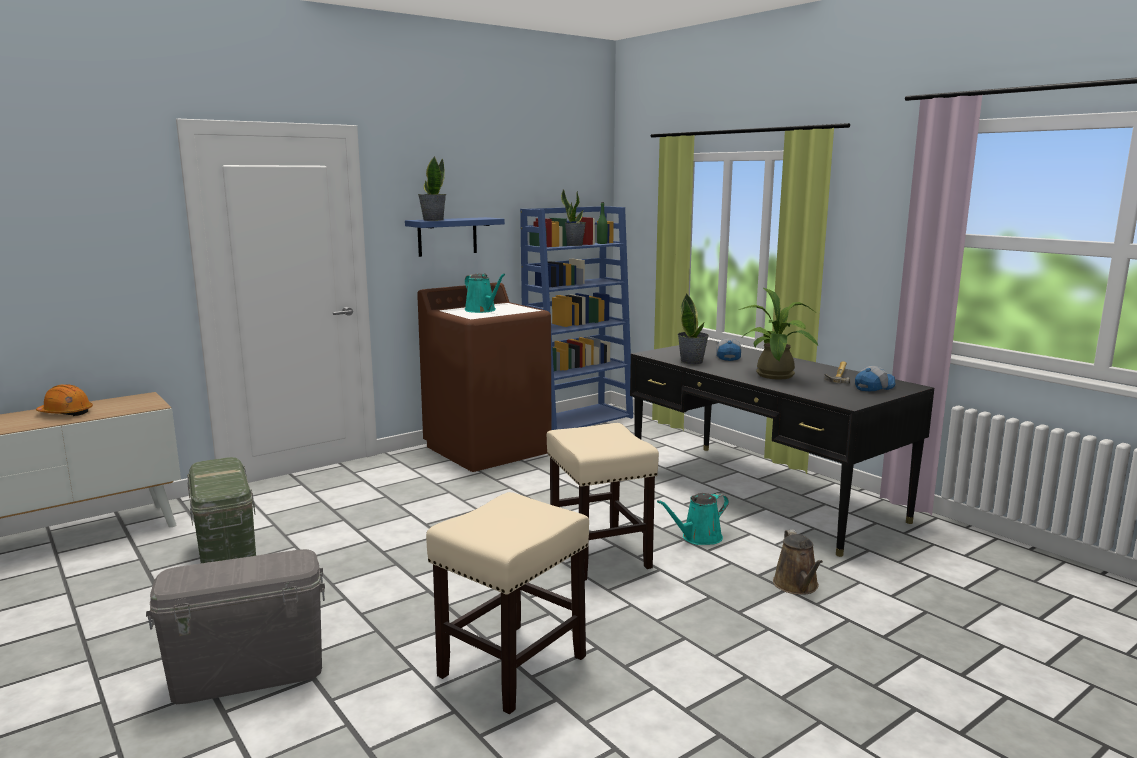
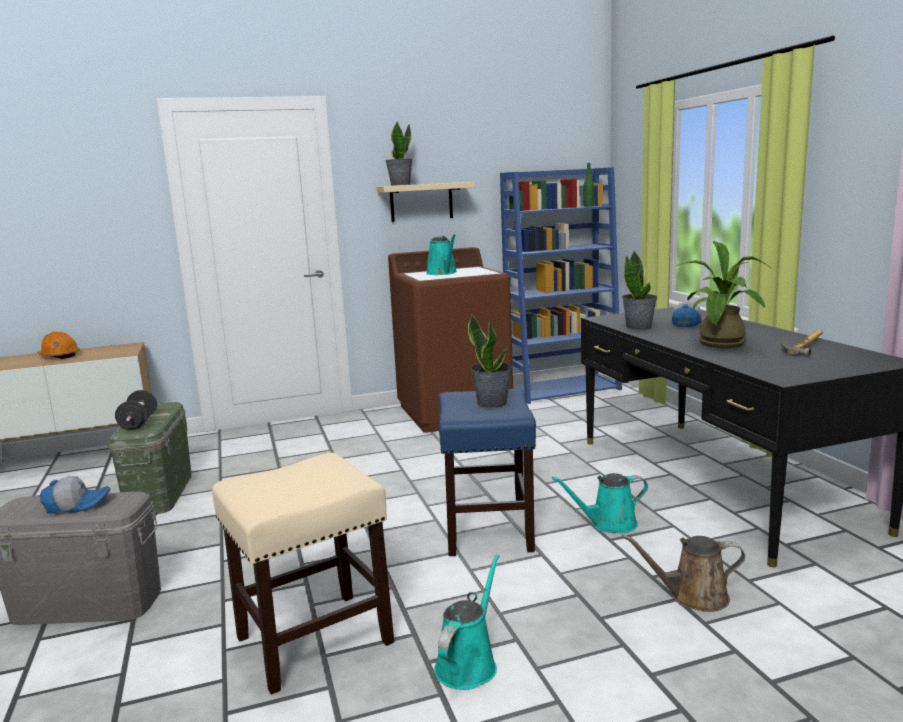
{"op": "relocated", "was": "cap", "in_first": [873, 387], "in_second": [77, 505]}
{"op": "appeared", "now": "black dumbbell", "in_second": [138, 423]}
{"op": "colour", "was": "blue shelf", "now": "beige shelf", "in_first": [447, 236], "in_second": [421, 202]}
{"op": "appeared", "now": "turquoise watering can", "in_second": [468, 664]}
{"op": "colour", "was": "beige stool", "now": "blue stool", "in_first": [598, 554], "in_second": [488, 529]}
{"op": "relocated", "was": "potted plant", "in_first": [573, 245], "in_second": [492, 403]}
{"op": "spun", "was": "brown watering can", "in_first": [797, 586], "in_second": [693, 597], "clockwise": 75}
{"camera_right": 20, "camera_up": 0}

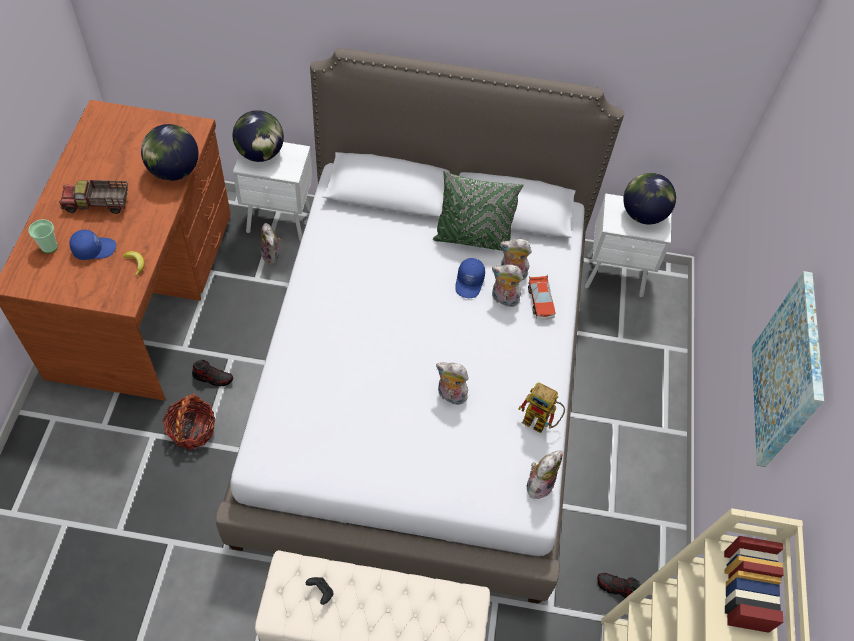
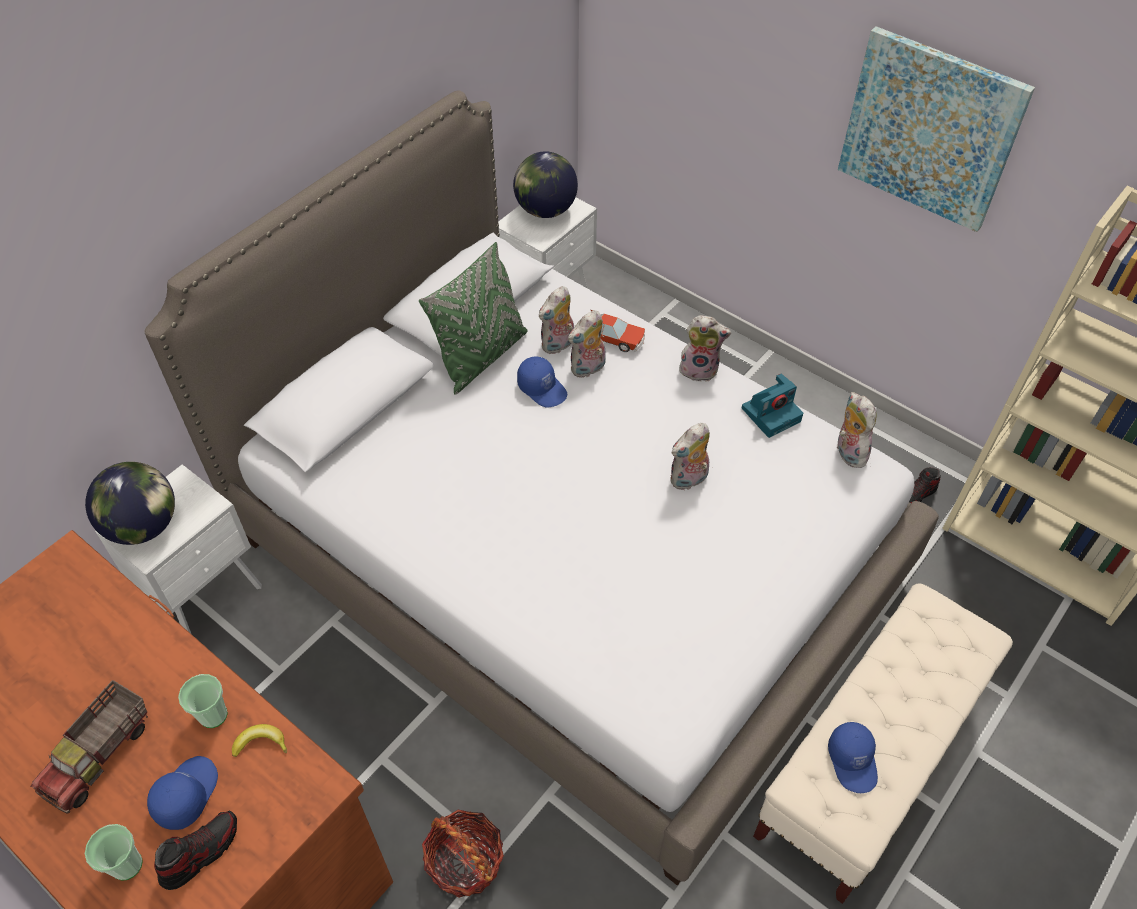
{"op": "relocated", "was": "shoe", "in_first": [213, 377], "in_second": [200, 852]}
{"op": "appeared", "now": "cup", "in_second": [213, 715]}
{"op": "relocated", "was": "plush toy", "in_first": [272, 256], "in_second": [700, 369]}
{"op": "exchanged", "was": "toy robot", "now": "photo camera", "in_first": [540, 422], "in_second": [771, 413]}
{"op": "exchanged", "was": "black game controller", "now": "blue cap", "in_first": [321, 592], "in_second": [853, 761]}
{"op": "missing", "was": "globe", "in_first": [174, 171]}
{"camera_right": -55, "camera_up": -5}

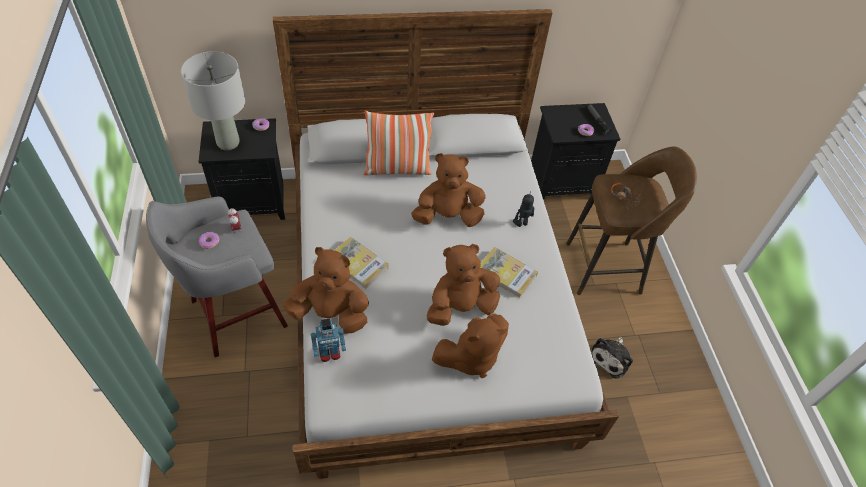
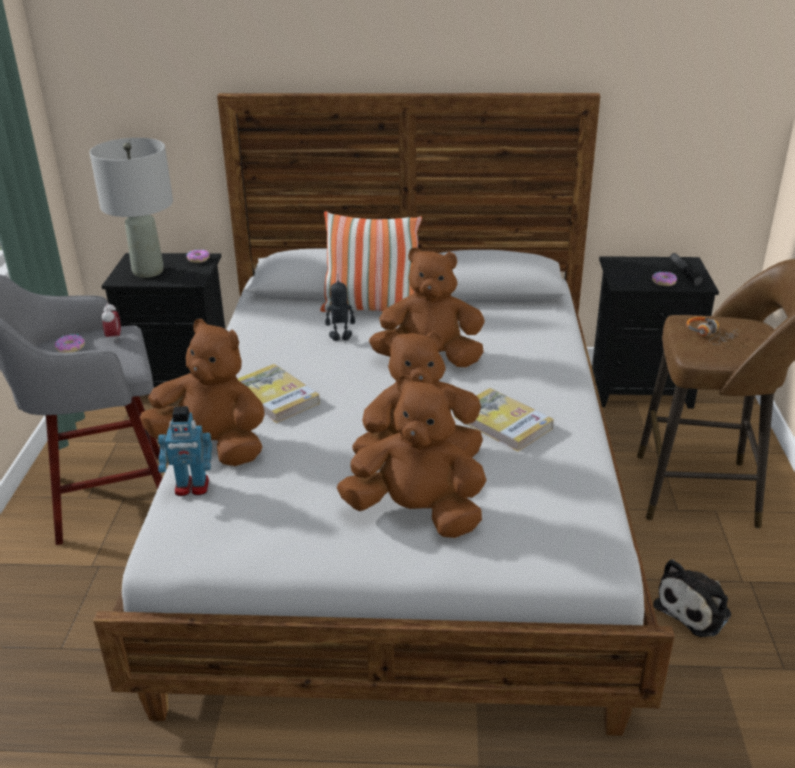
{"op": "relocated", "was": "toy robot", "in_first": [521, 224], "in_second": [341, 338]}
{"op": "spun", "was": "brown plush toy", "in_first": [471, 357], "in_second": [416, 513], "clockwise": -150}
{"camera_right": 15, "camera_up": -20}

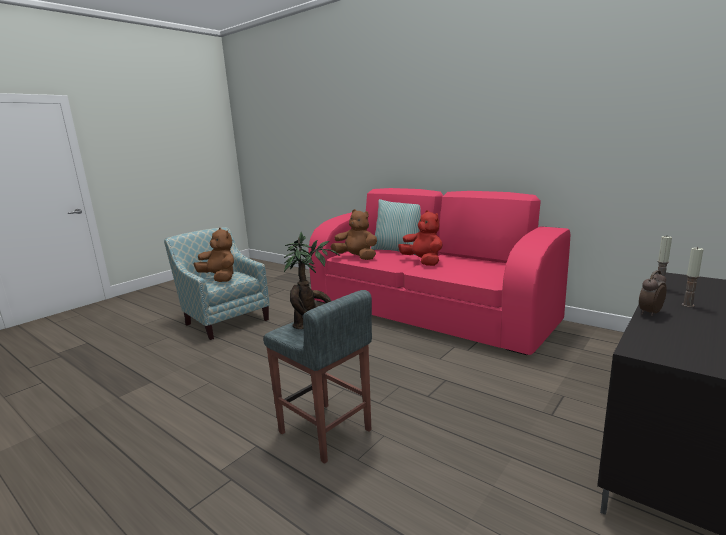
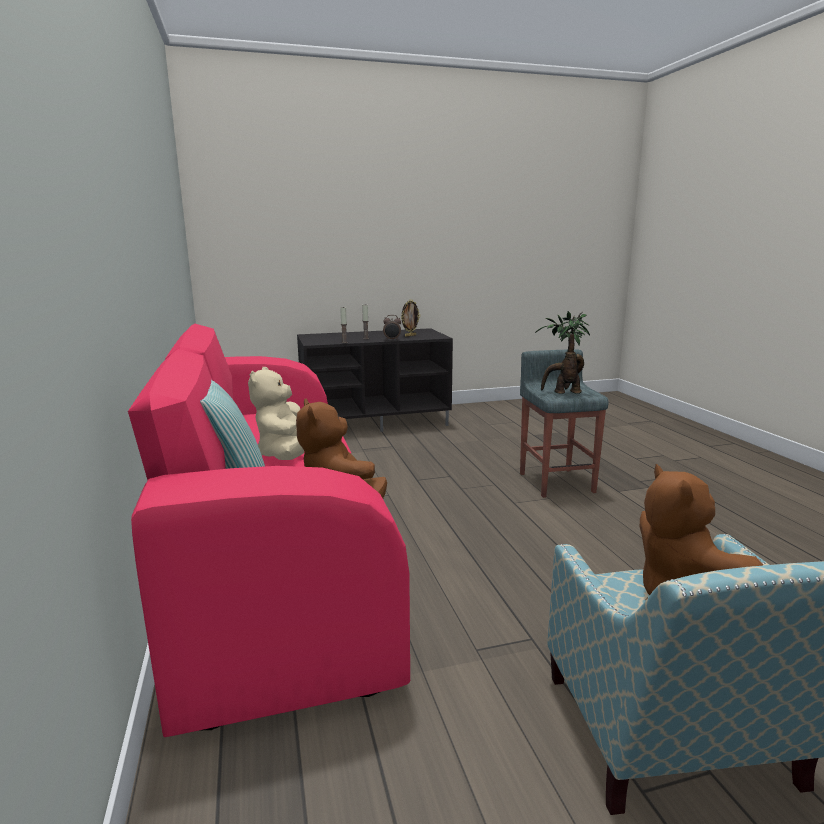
{"op": "colour", "was": "red plush toy", "now": "beige plush toy", "in_first": [423, 262], "in_second": [286, 455]}
{"op": "appeared", "now": "picture frame", "in_second": [410, 335]}
{"camera_right": -145, "camera_up": 0}

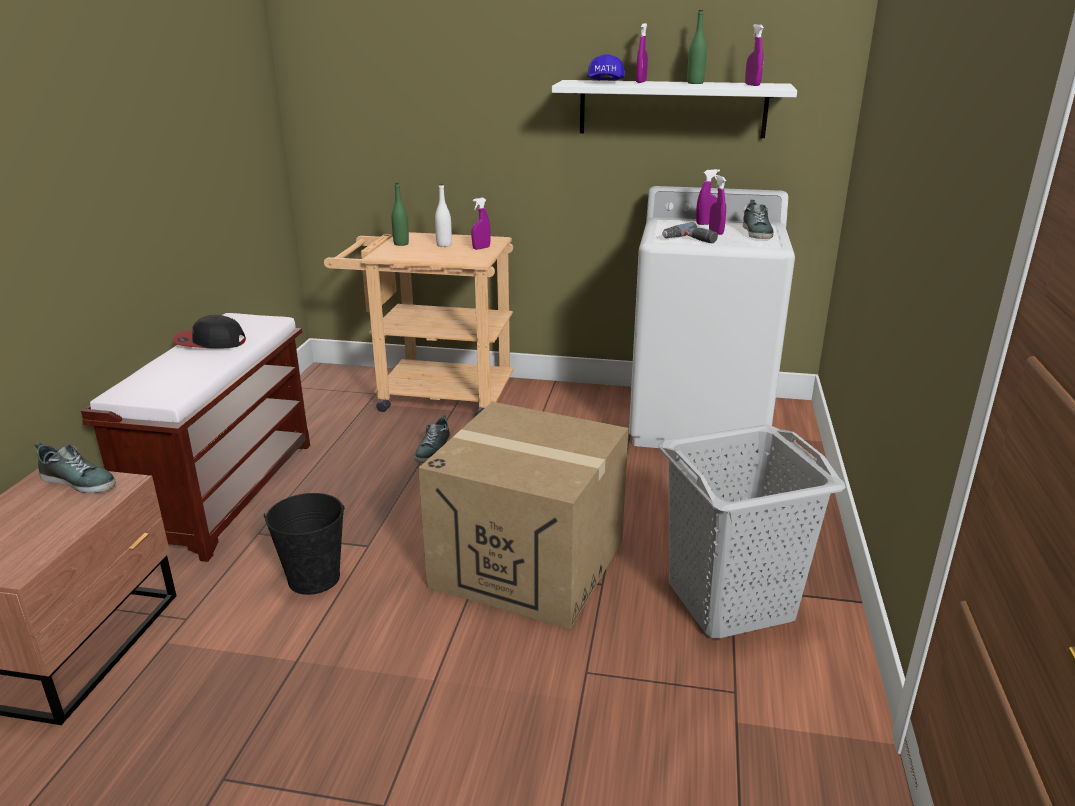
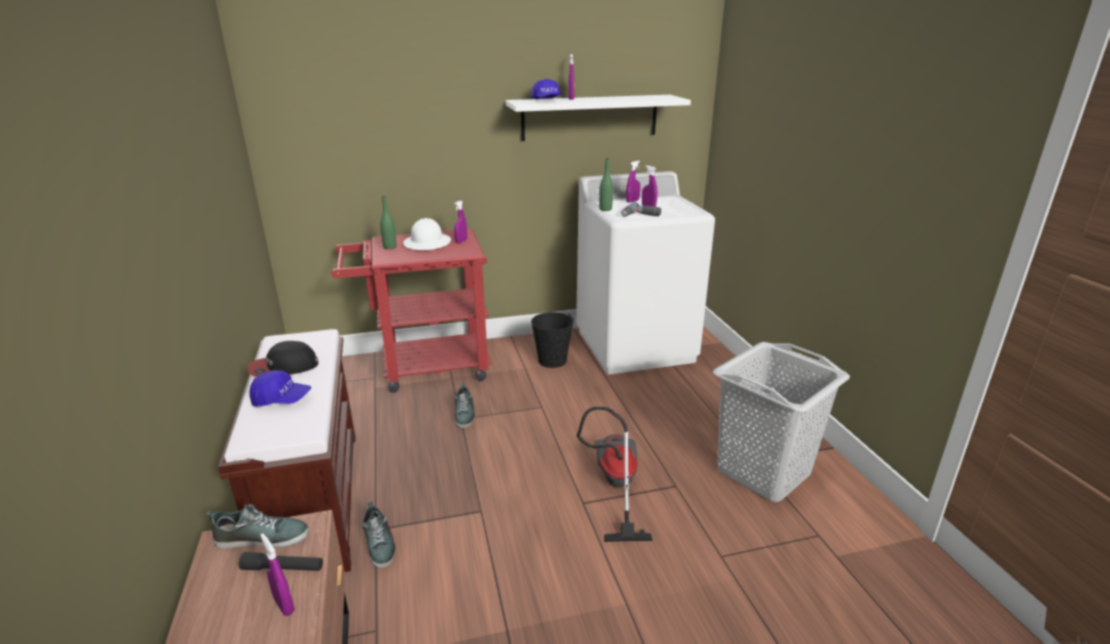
{"op": "appeared", "now": "black flashlight", "in_second": [283, 568]}
{"op": "appeared", "now": "blue cap", "in_second": [282, 399]}
{"op": "relocated", "was": "purple spray bottle", "in_first": [752, 85], "in_second": [284, 605]}
{"op": "colour", "was": "beige cart", "now": "red cart", "in_first": [432, 394], "in_second": [424, 368]}
{"op": "relocated", "was": "shoe", "in_first": [757, 232], "in_second": [380, 544]}
{"op": "exchanged", "was": "white bottle", "now": "white hard hat", "in_first": [444, 245], "in_second": [427, 243]}
{"op": "relocated", "was": "black bucket", "in_first": [314, 578], "in_second": [552, 360]}
{"op": "exchanged", "was": "cardboard box", "now": "vacuum cleaner", "in_first": [529, 563], "in_second": [614, 486]}
{"op": "relocated", "was": "green bottle", "in_first": [695, 83], "in_second": [605, 209]}
{"camera_right": -25, "camera_up": 0}

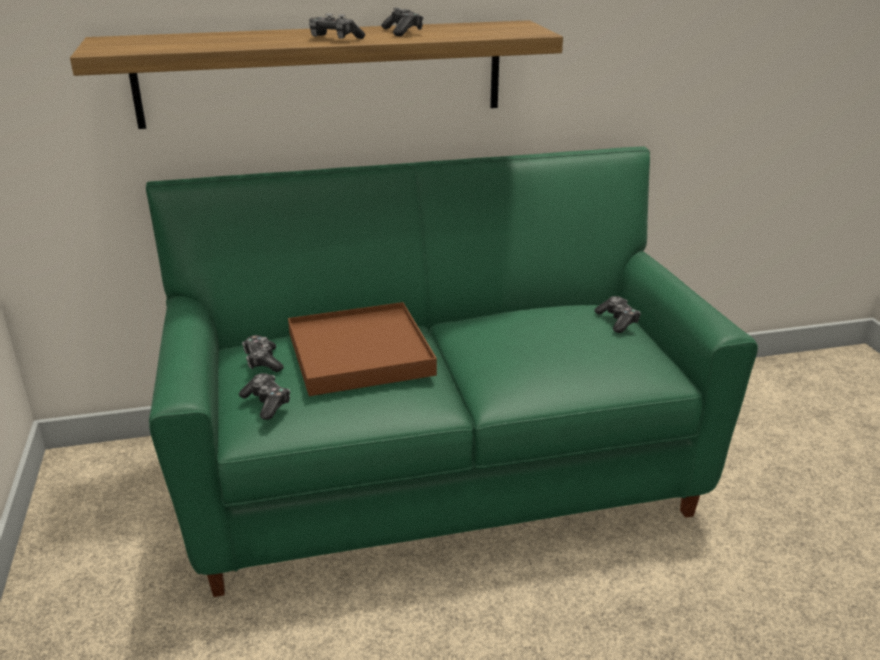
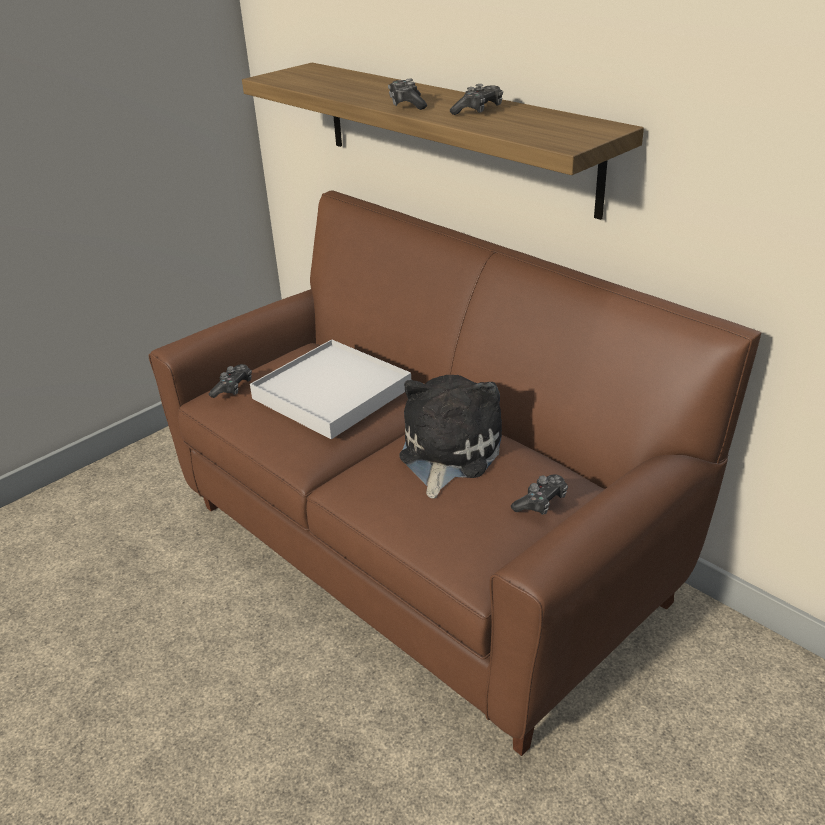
{"op": "colour", "was": "green sofa", "now": "brown sofa", "in_first": [440, 477], "in_second": [421, 551]}
{"op": "colour", "was": "brown tray", "now": "white tray", "in_first": [359, 354], "in_second": [332, 393]}
{"op": "appeared", "now": "plush toy", "in_second": [447, 453]}
{"op": "missing", "was": "game controller", "in_first": [263, 361]}
{"camera_right": 60, "camera_up": 5}

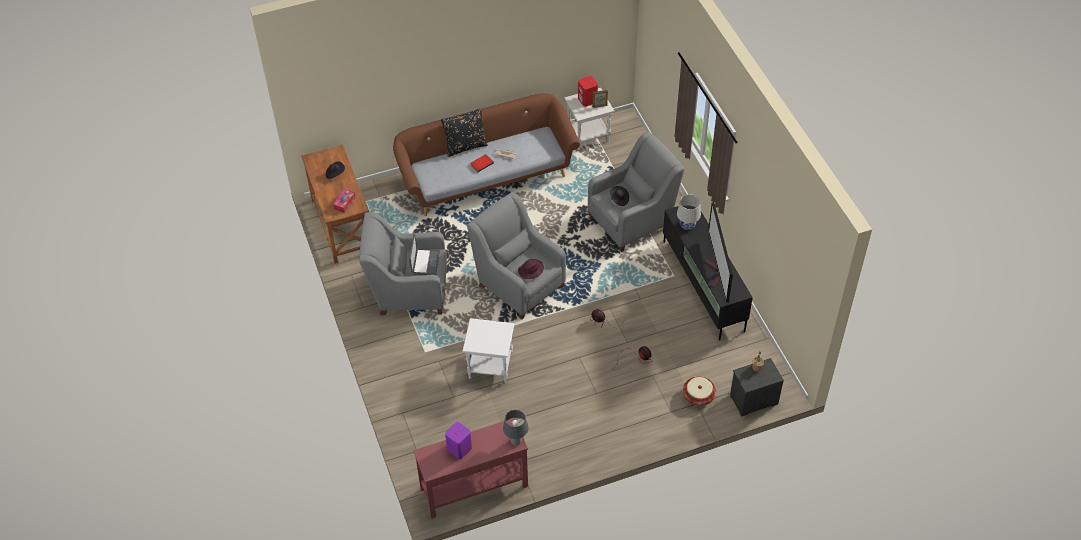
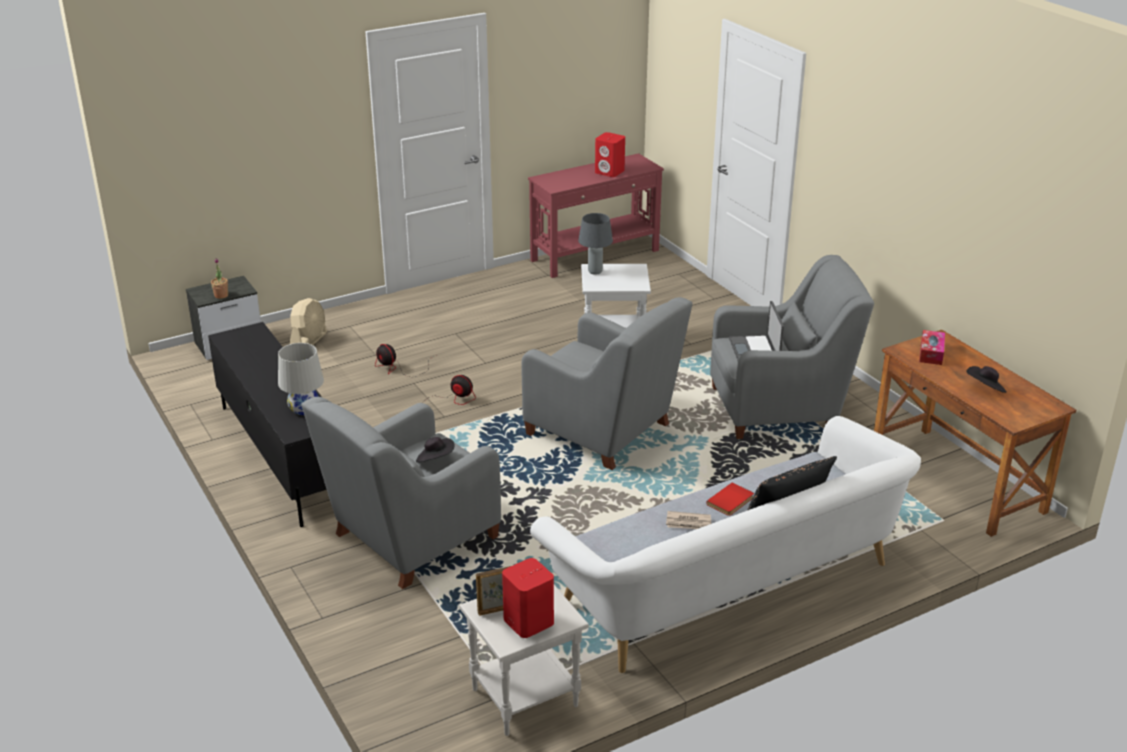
{"op": "exchanged", "was": "basket", "now": "beige fan", "in_first": [698, 396], "in_second": [309, 341]}
{"op": "colour", "was": "brown sofa", "now": "white sofa", "in_first": [486, 176], "in_second": [730, 587]}
{"op": "relocated", "was": "grey table lamp", "in_first": [516, 441], "in_second": [595, 272]}
{"op": "colour", "was": "purple speaker", "now": "red speaker", "in_first": [459, 448], "in_second": [610, 172]}
{"op": "missing", "was": "purple hat", "in_first": [530, 270]}
{"op": "missing", "was": "television", "in_first": [716, 274]}
{"camera_right": 170, "camera_up": -20}

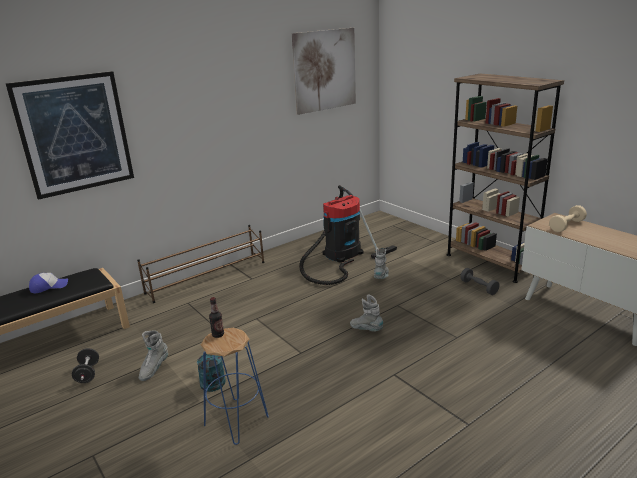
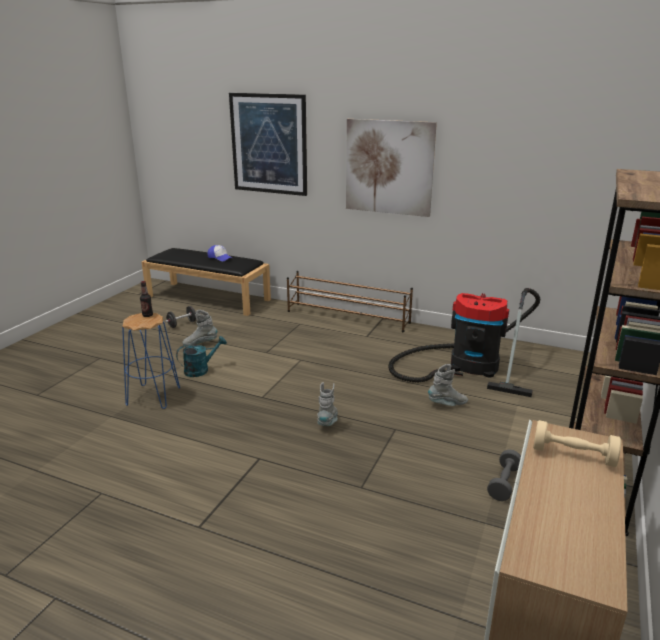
{"op": "relocated", "was": "picture", "in_first": [324, 70], "in_second": [389, 167]}
{"camera_right": 60, "camera_up": 0}

